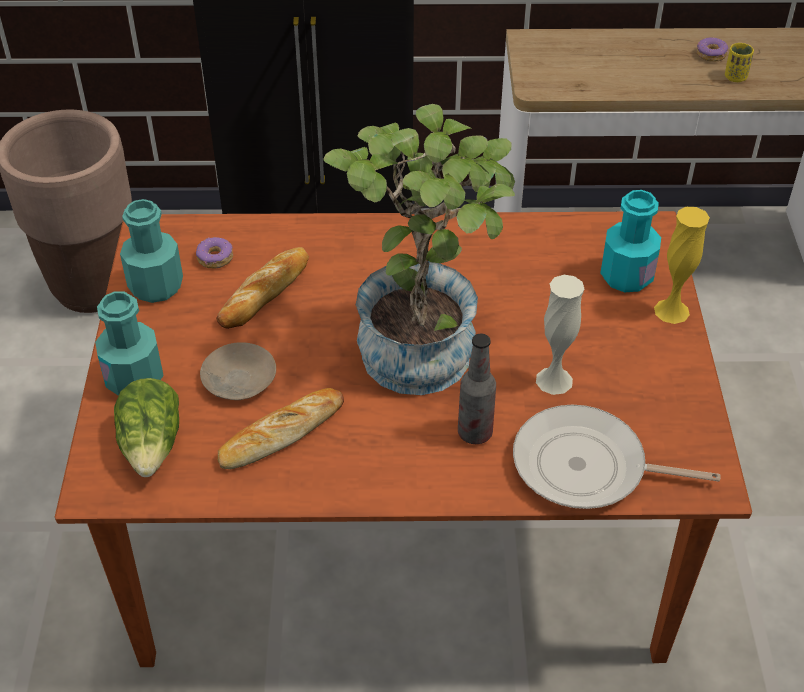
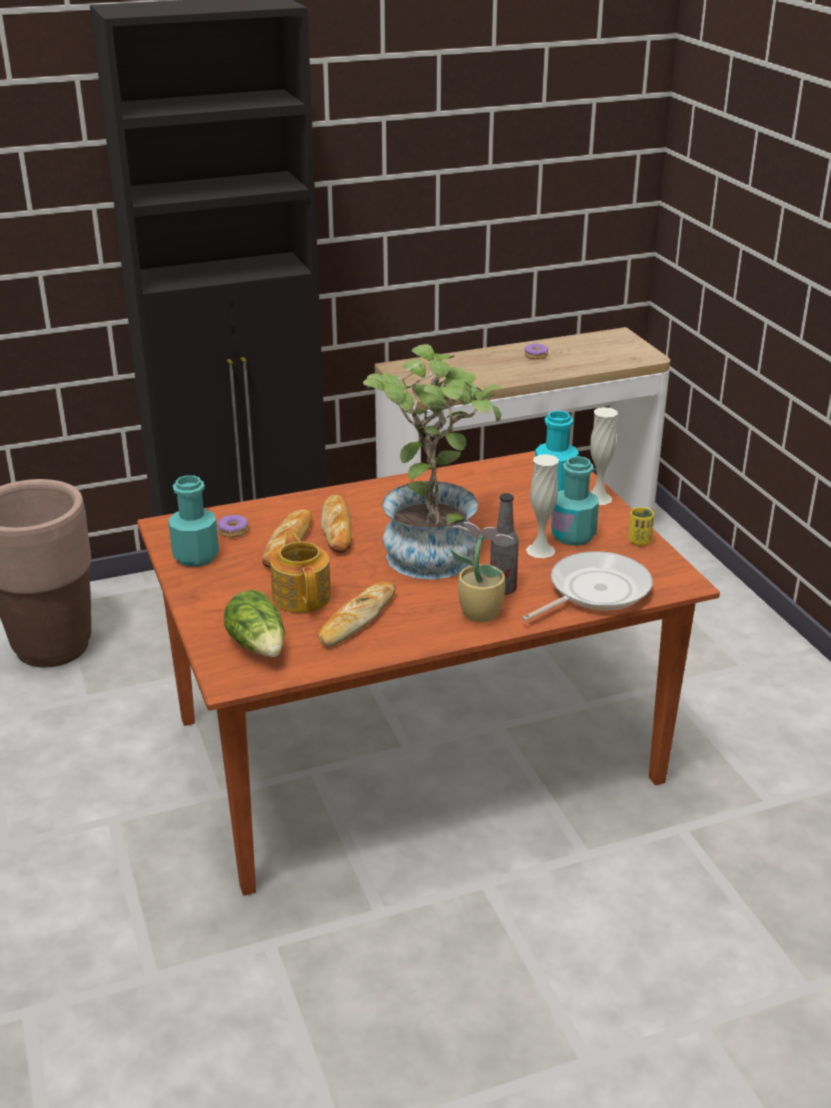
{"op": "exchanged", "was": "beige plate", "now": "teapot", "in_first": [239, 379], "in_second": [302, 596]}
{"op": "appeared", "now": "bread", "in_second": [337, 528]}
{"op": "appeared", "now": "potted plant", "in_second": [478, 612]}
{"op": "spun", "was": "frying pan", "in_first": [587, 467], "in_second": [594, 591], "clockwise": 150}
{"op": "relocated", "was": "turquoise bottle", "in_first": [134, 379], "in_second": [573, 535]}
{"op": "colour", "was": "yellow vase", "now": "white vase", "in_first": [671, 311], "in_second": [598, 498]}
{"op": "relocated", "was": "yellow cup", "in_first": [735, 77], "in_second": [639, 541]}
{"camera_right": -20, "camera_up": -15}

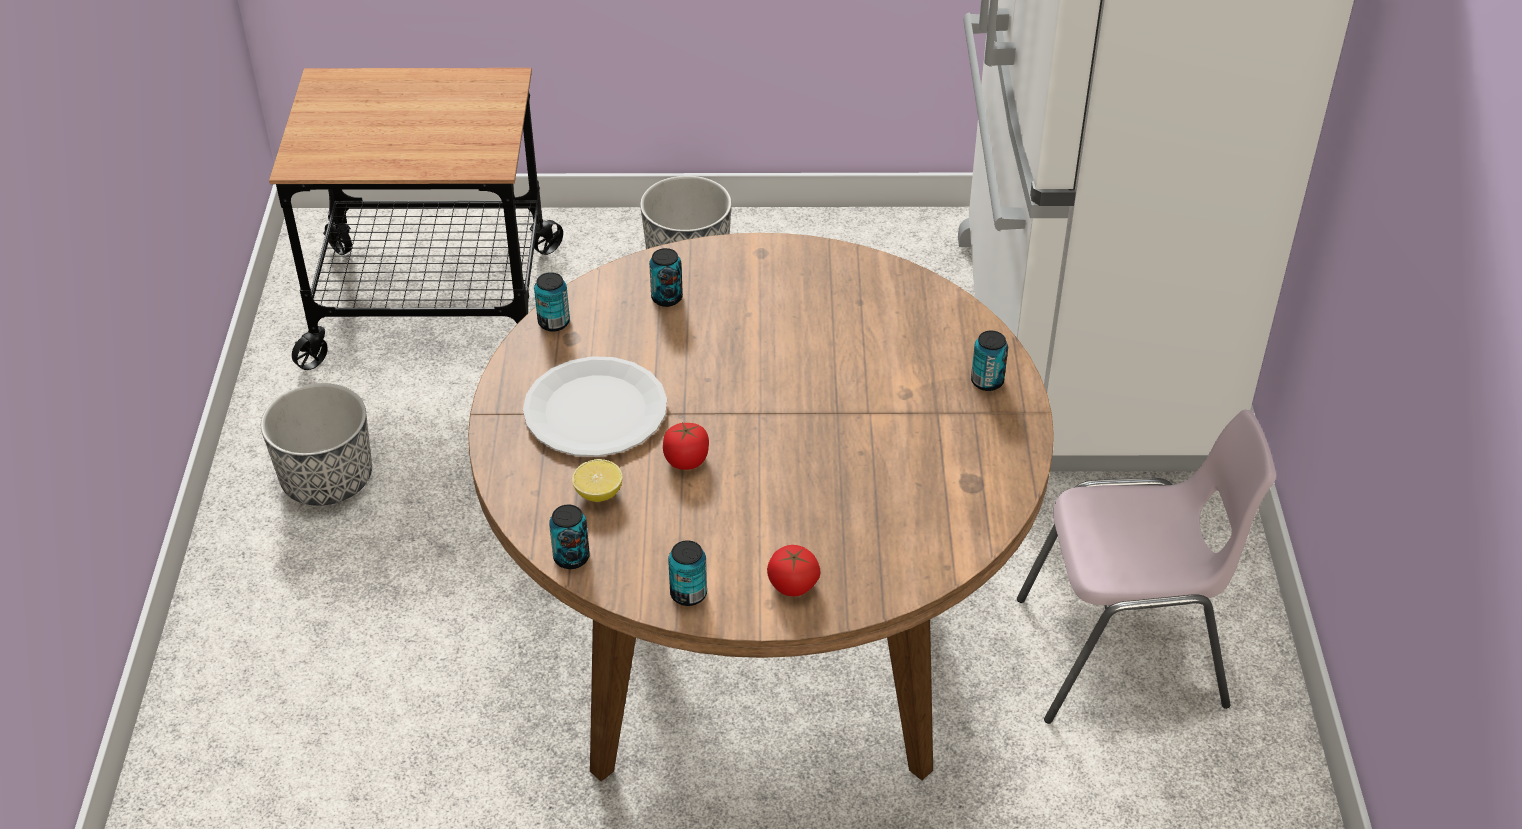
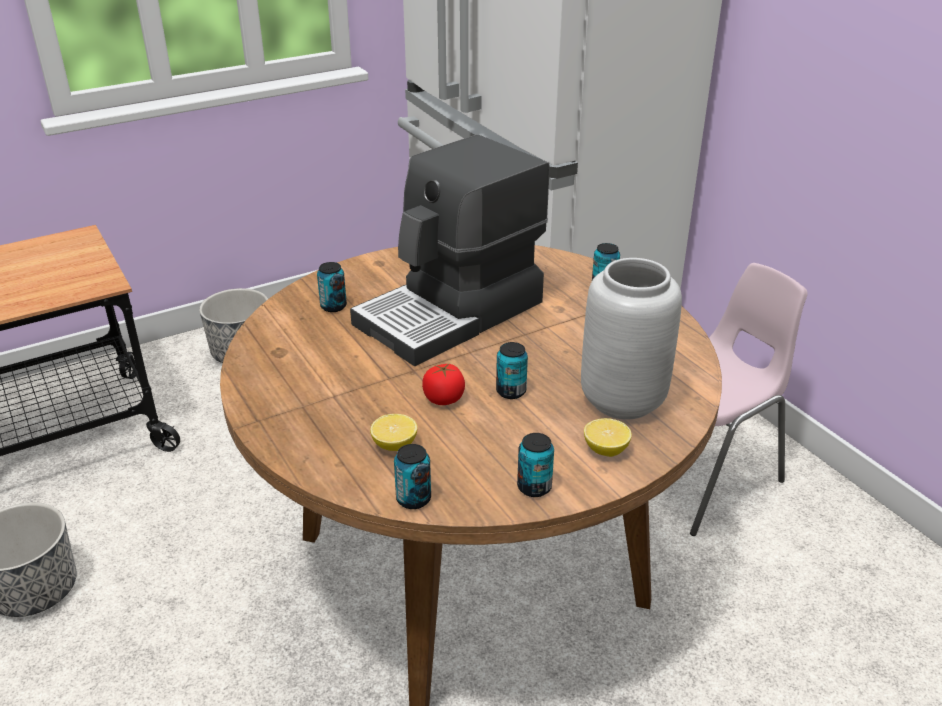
{"op": "appeared", "now": "coffee machine", "in_second": [452, 314]}
{"op": "relocated", "was": "can", "in_first": [554, 322], "in_second": [511, 391]}
{"op": "appeared", "now": "grey vase", "in_second": [624, 402]}
{"op": "exchanged", "was": "tomato", "now": "lemon", "in_first": [792, 585], "in_second": [605, 450]}
{"op": "missing", "was": "white plate", "in_first": [595, 411]}
{"camera_right": -30, "camera_up": -10}

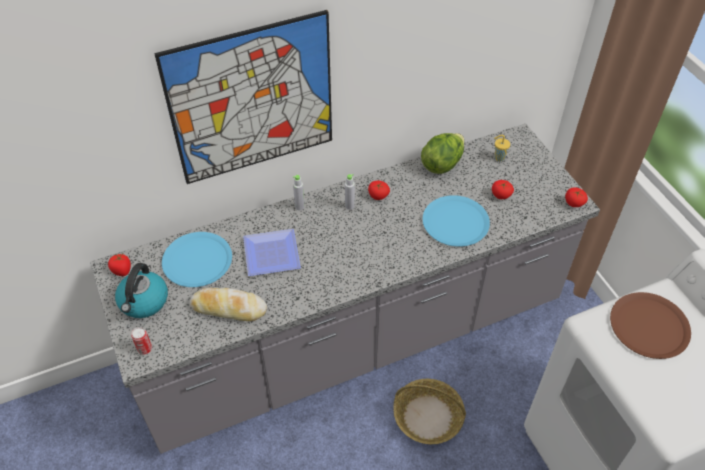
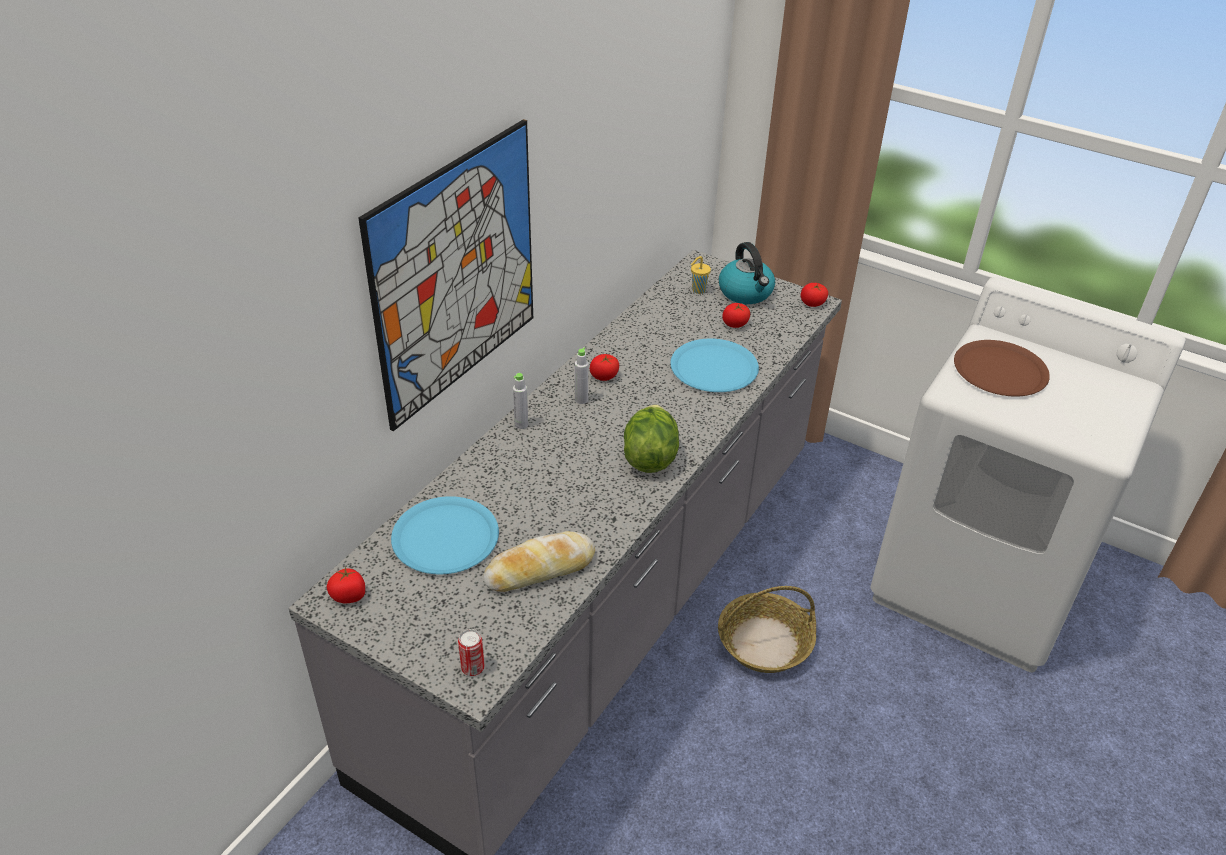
{"op": "relocated", "was": "lettuce", "in_first": [442, 164], "in_second": [650, 456]}
{"op": "relocated", "was": "kettle", "in_first": [144, 302], "in_second": [746, 293]}
{"op": "missing", "was": "plate", "in_first": [269, 253]}
{"camera_right": -35, "camera_up": -10}

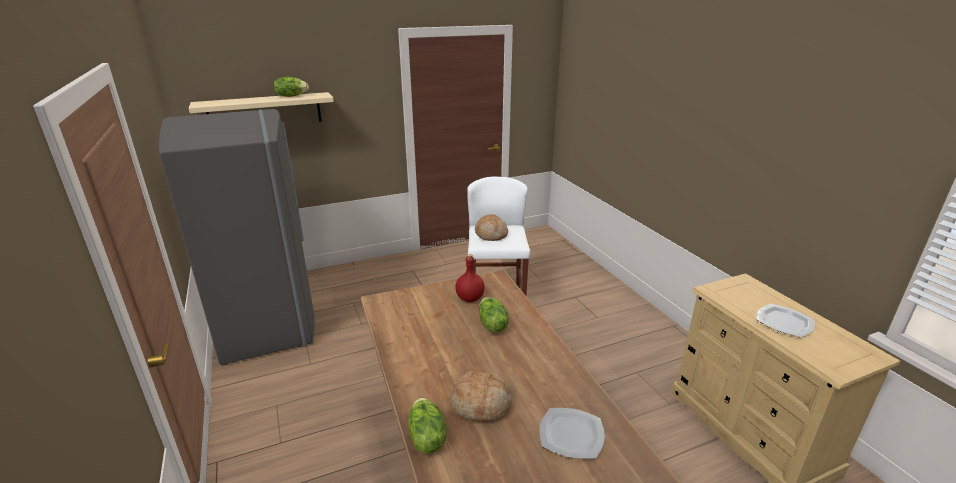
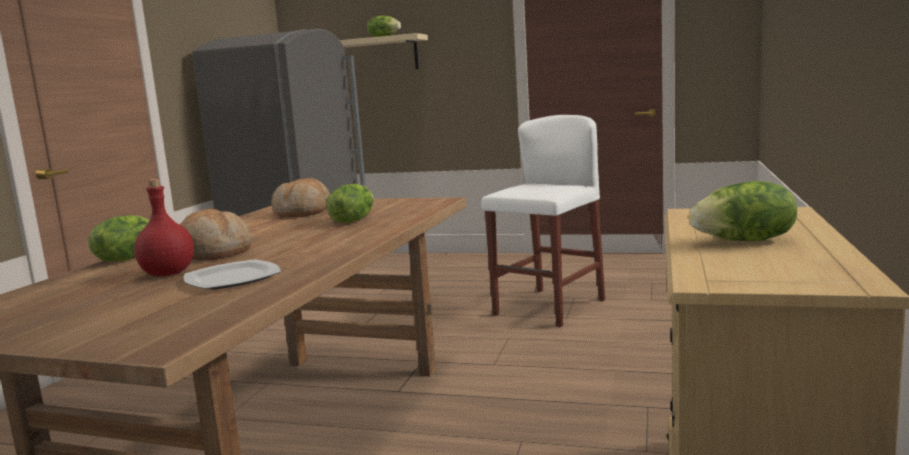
{"op": "relocated", "was": "red bottle", "in_first": [469, 298], "in_second": [167, 274]}
{"op": "relocated", "was": "bread", "in_first": [491, 234], "in_second": [303, 212]}
{"op": "exchanged", "was": "plate", "now": "lettuce", "in_first": [785, 322], "in_second": [745, 241]}
{"camera_right": 40, "camera_up": -15}

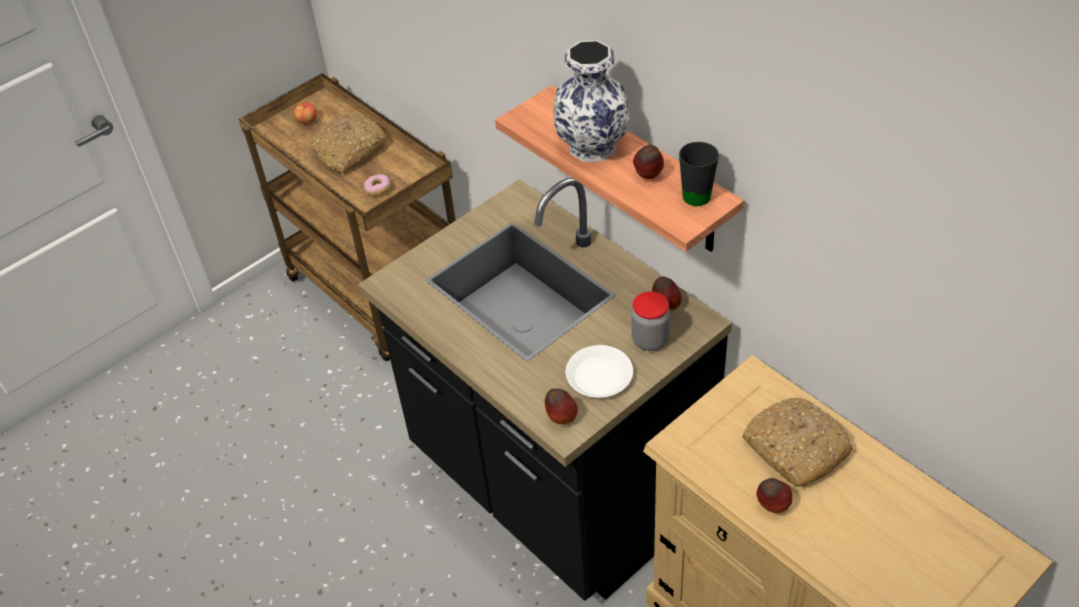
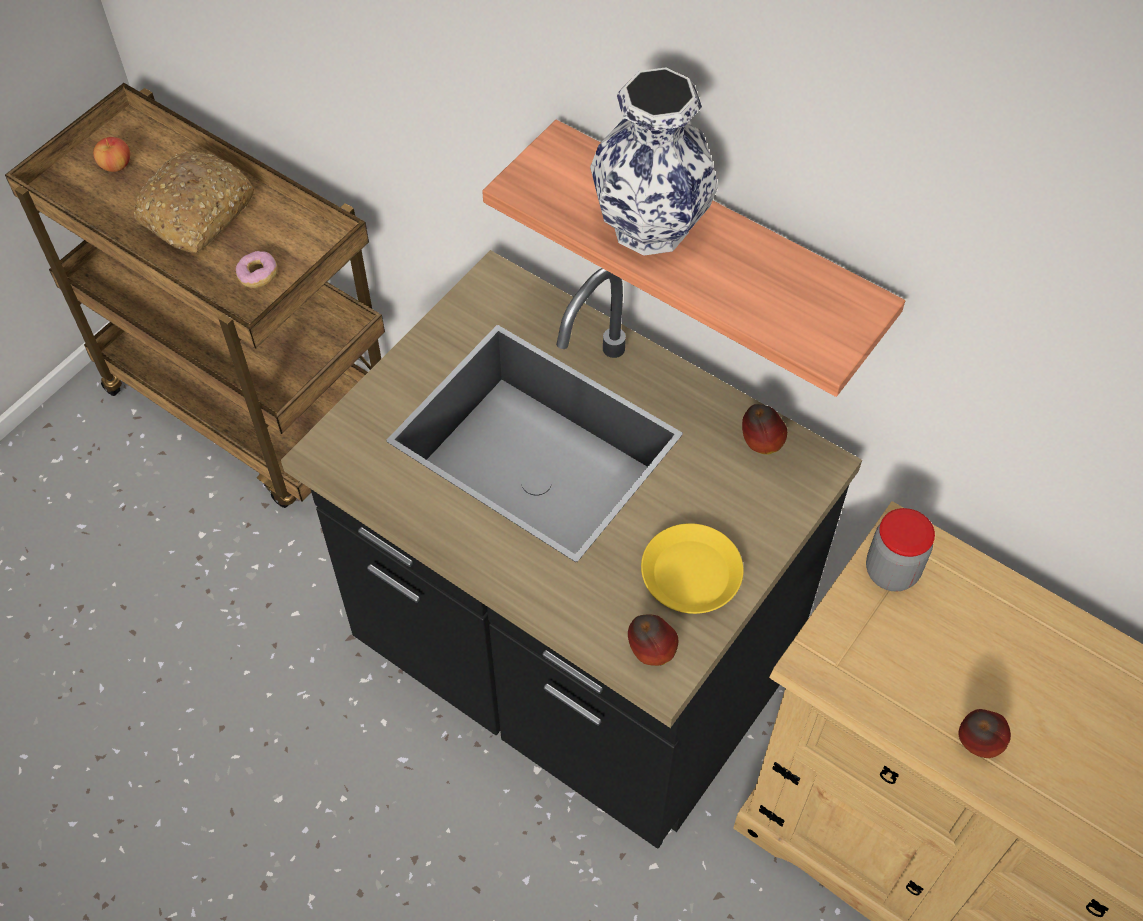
{"op": "colour", "was": "white plate", "now": "yellow plate", "in_first": [600, 376], "in_second": [691, 573]}
{"op": "relocated", "was": "jar", "in_first": [650, 340], "in_second": [891, 571]}
{"op": "missing", "was": "apple", "in_first": [648, 176]}
{"op": "missing", "was": "black mug", "in_first": [699, 192]}
{"op": "missing", "was": "bread", "in_first": [794, 448]}
{"camera_right": -15, "camera_up": 10}

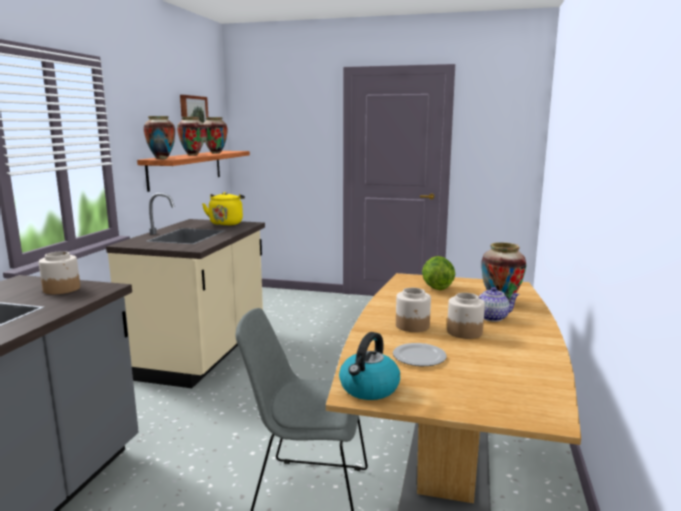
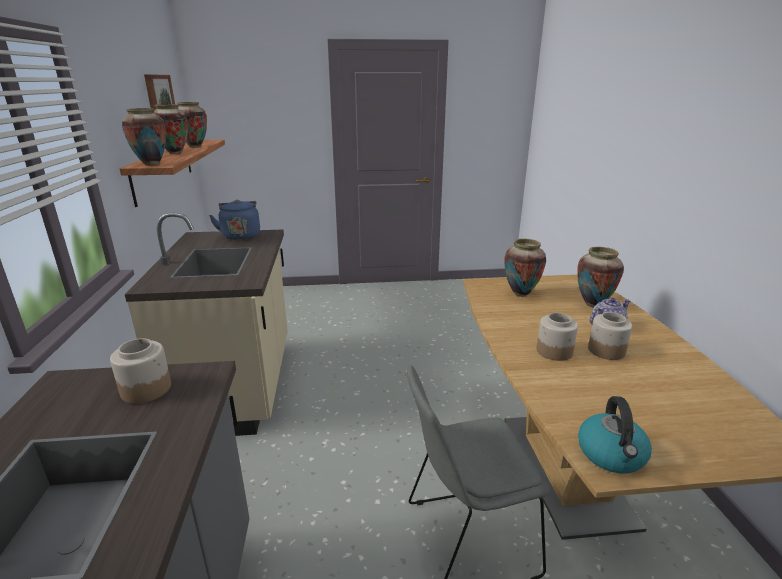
{"op": "colour", "was": "yellow kettle", "now": "blue kettle", "in_first": [226, 223], "in_second": [240, 235]}
{"op": "exchanged", "was": "lettuce", "now": "vase", "in_first": [436, 288], "in_second": [520, 294]}
{"op": "missing", "was": "plate", "in_first": [418, 357]}
{"camera_right": -20, "camera_up": 10}

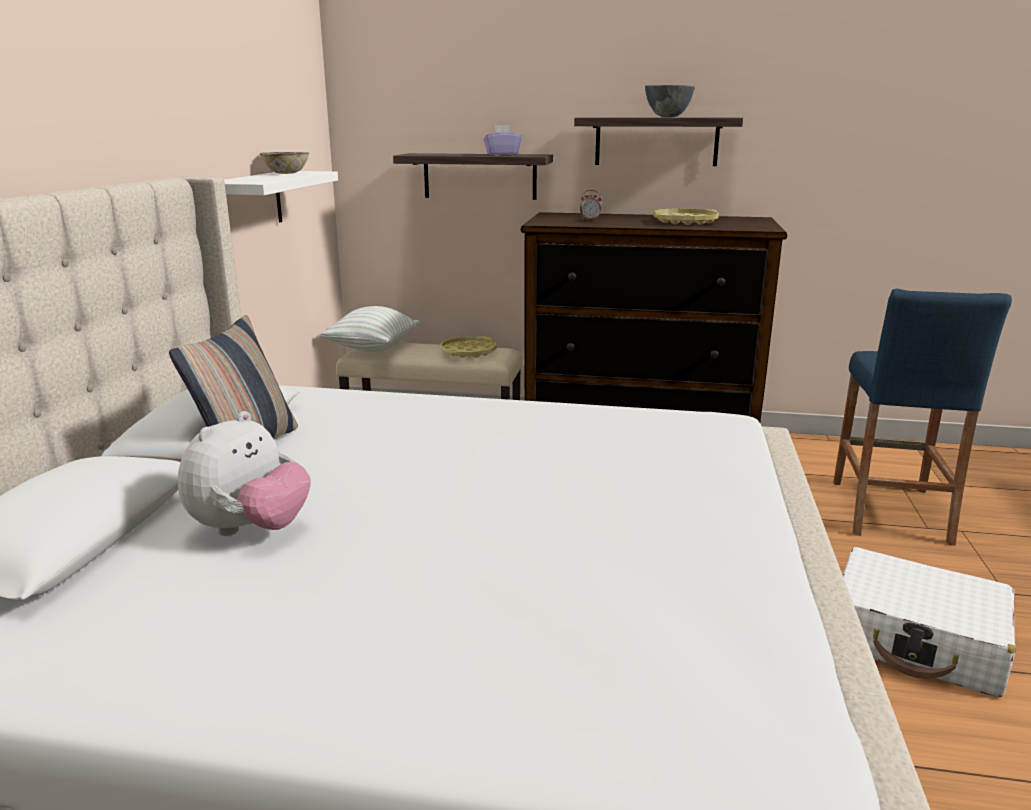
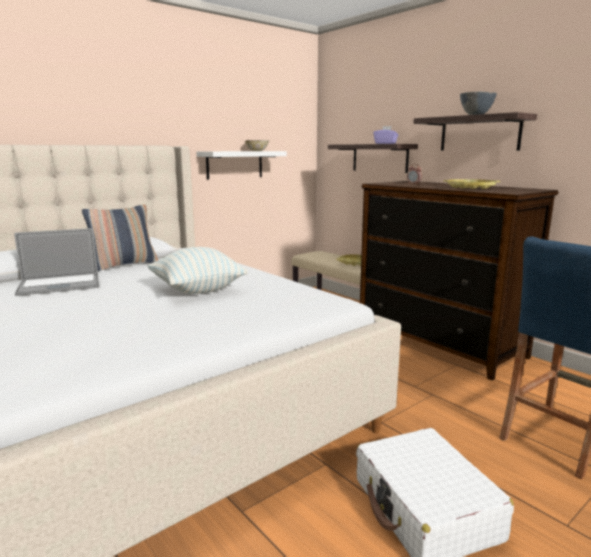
{"op": "exchanged", "was": "plush toy", "now": "laptop", "in_first": [250, 529], "in_second": [59, 285]}
{"op": "relocated", "was": "pillow", "in_first": [372, 348], "in_second": [197, 290]}
{"camera_right": 40, "camera_up": -5}

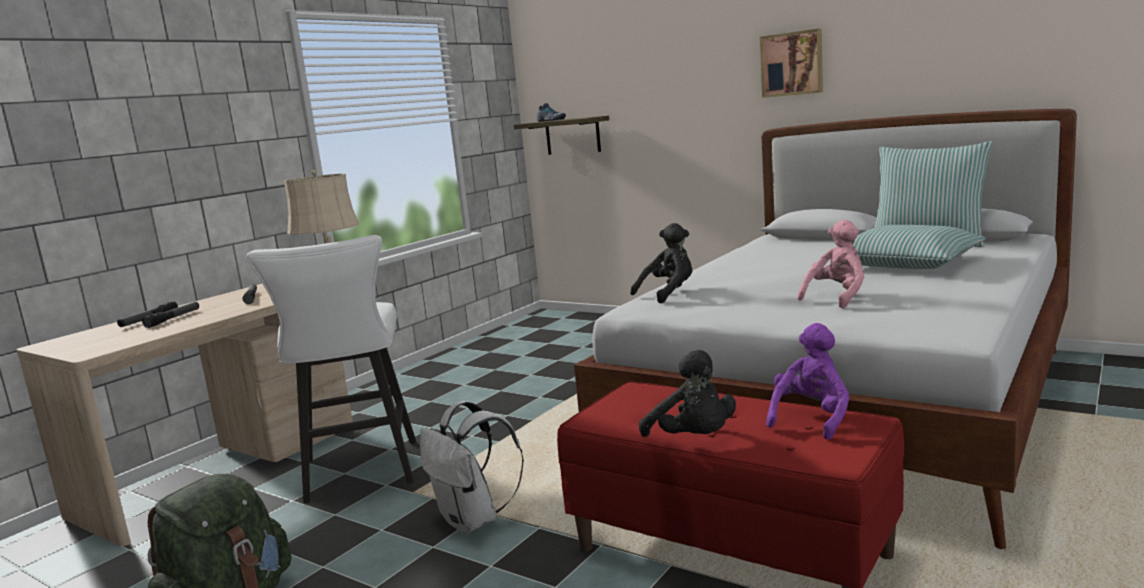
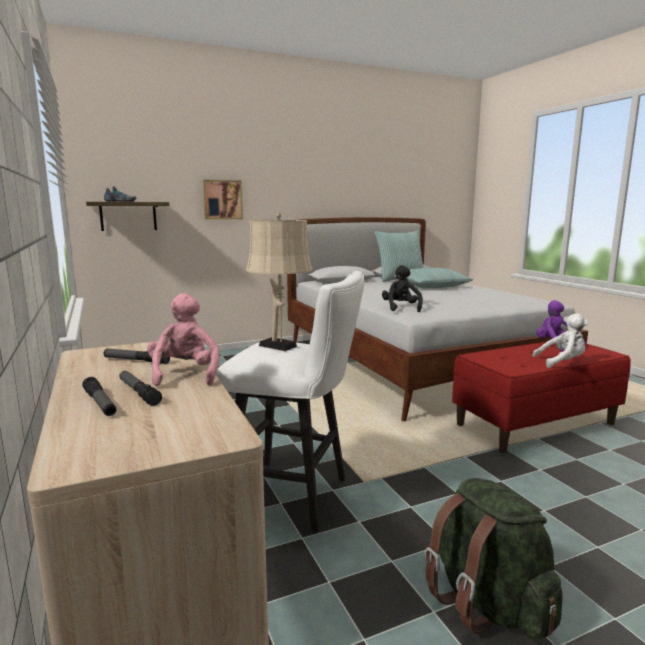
{"op": "relocated", "was": "pink plush toy", "in_first": [837, 297], "in_second": [185, 374]}
{"op": "relocated", "was": "picture", "in_first": [792, 64], "in_second": [222, 200]}
{"op": "colour", "was": "black plush toy", "now": "white plush toy", "in_first": [693, 439], "in_second": [561, 362]}
{"op": "missing", "was": "white backpack", "in_first": [473, 520]}
{"camera_right": -60, "camera_up": 0}

